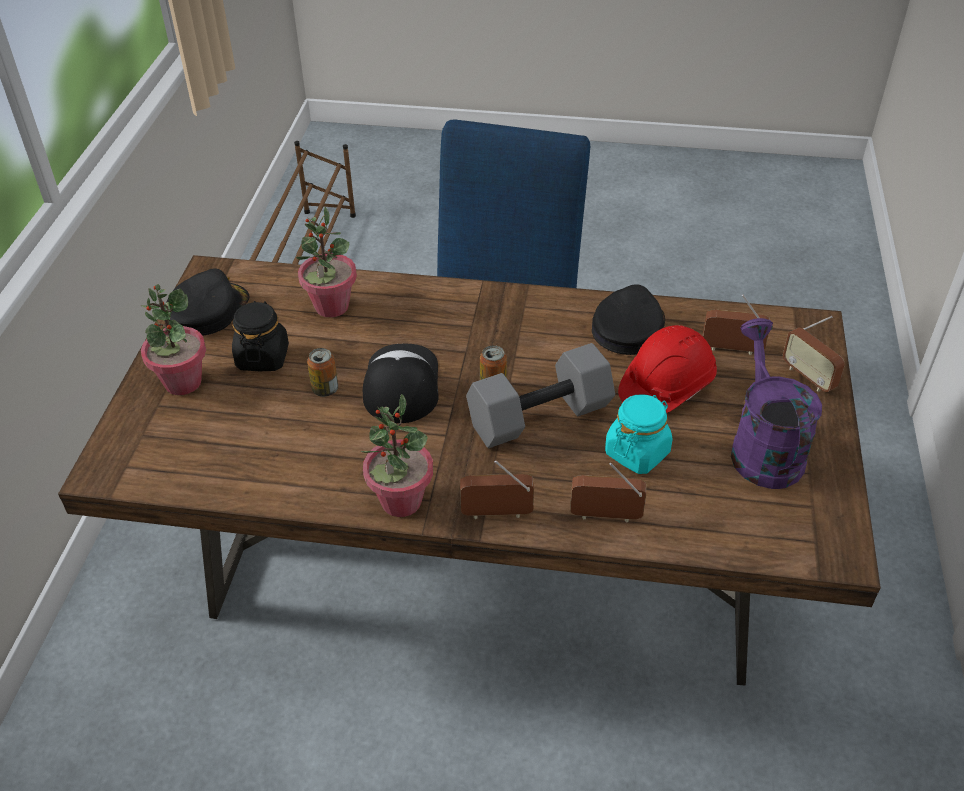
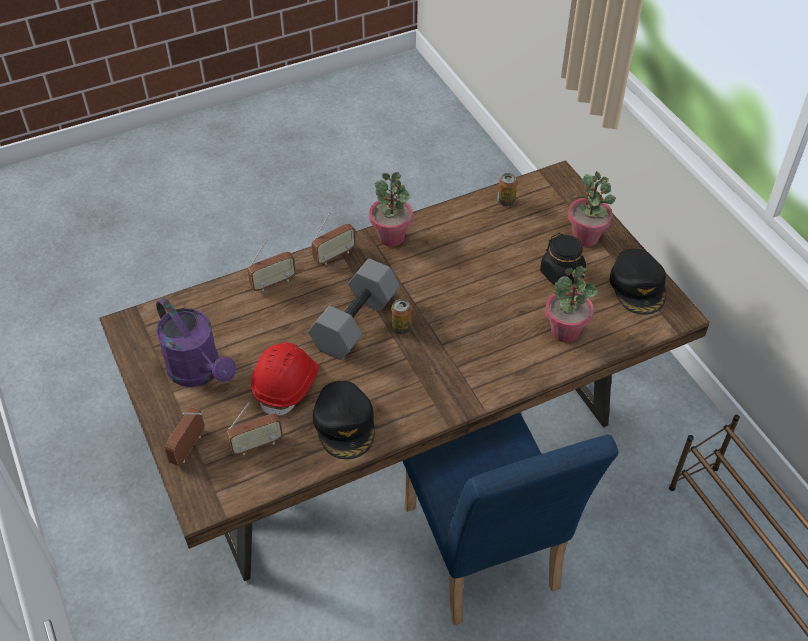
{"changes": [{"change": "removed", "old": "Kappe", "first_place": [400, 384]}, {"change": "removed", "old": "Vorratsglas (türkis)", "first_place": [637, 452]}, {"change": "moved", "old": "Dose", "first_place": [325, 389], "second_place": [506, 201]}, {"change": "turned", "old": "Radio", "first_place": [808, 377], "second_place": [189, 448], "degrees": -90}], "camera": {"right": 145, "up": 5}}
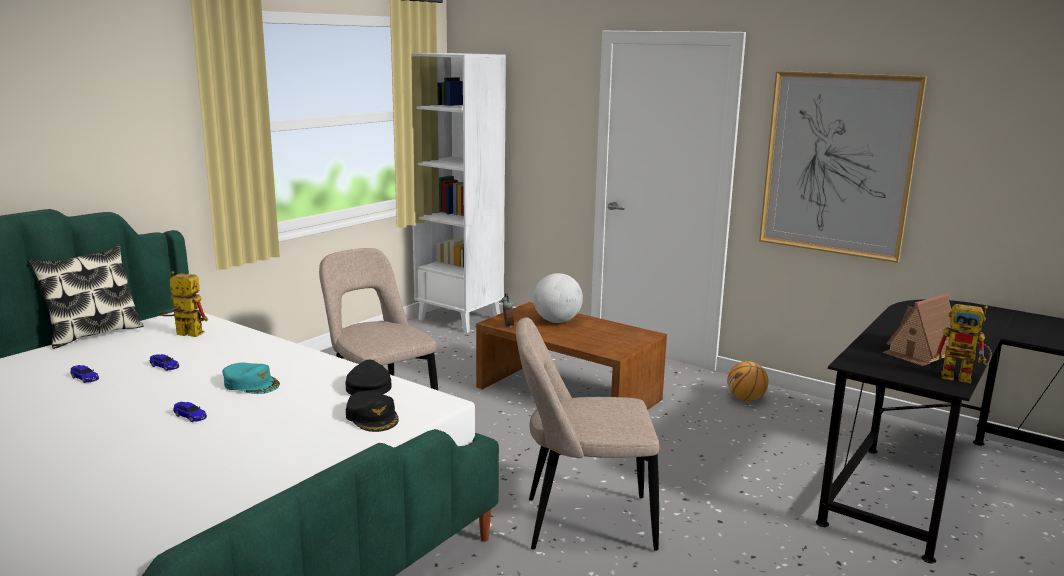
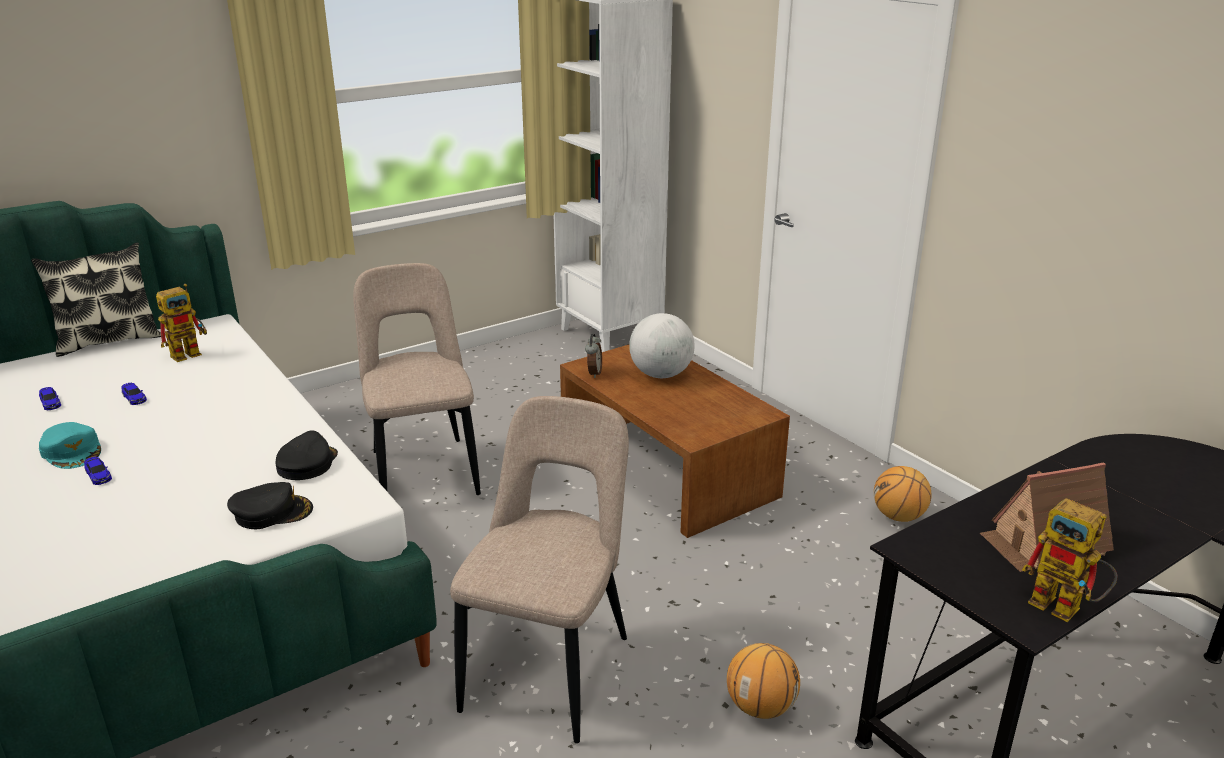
{"changes": [{"change": "removed", "old": "Bild", "first_place": [837, 164]}, {"change": "added", "new": "Basketball", "second_place": [760, 707]}, {"change": "moved", "old": "Kappe (türkis)", "first_place": [251, 384], "second_place": [72, 451]}, {"change": "turned", "old": "Spielzeugroboter", "first_place": [183, 334], "second_place": [191, 353], "degrees": 105}, {"change": "turned", "old": "Kappe (schwarz)", "first_place": [372, 417], "second_place": [272, 512], "degrees": -90}, {"change": "turned", "old": "Stuhl (beige)", "first_place": [582, 523], "second_place": [551, 667], "degrees": 90}], "camera": {"right": 20, "up": 10}}
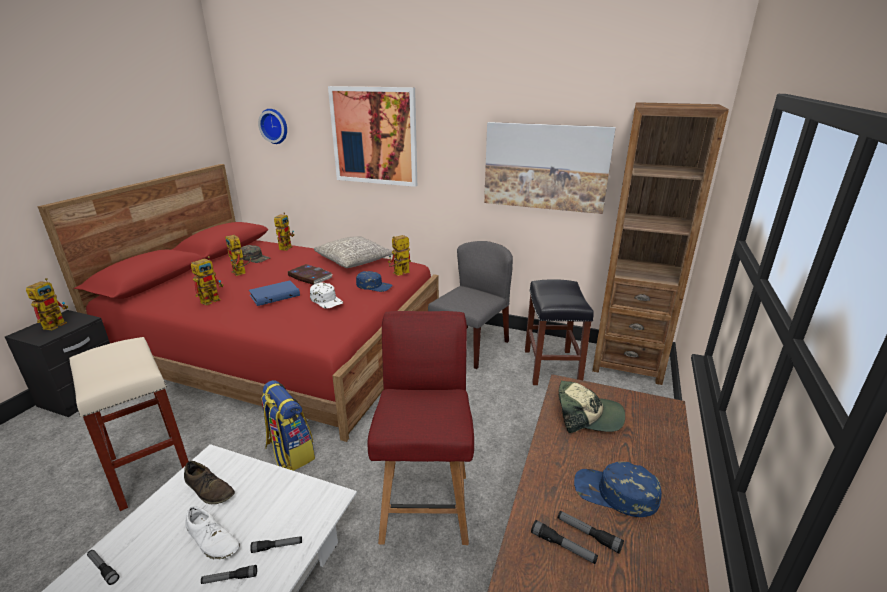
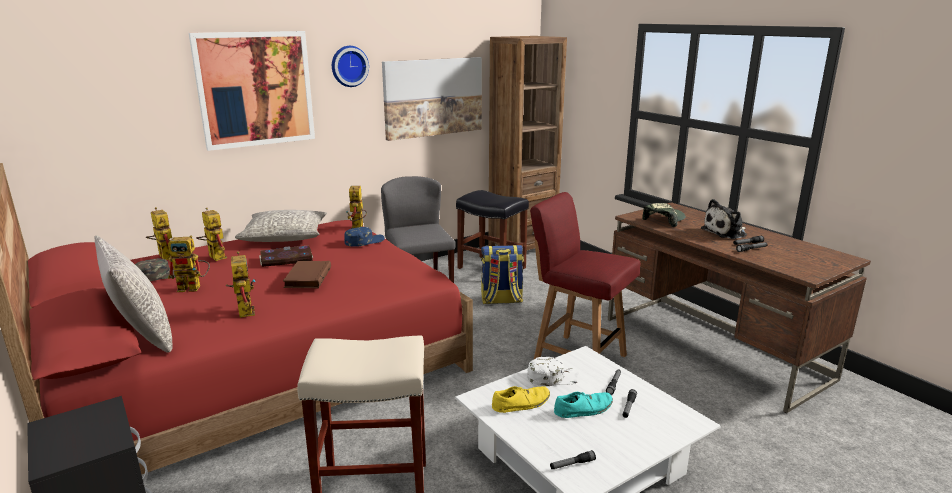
{"changes": [{"change": "added", "new": "Kissen (grau)", "second_place": [142, 335]}, {"change": "moved", "old": "Spielzeugroboter", "first_place": [57, 323], "second_place": [214, 256]}, {"change": "moved", "old": "Wanduhr", "first_place": [275, 126], "second_place": [349, 66]}, {"change": "moved", "old": "Rucksack", "first_place": [290, 452], "second_place": [501, 300]}, {"change": "moved", "old": "Kappe (weiß)", "first_place": [326, 300], "second_place": [553, 377]}, {"change": "replaced", "old": "Kappe (blau)", "new": "Plüschtier", "first_place": [615, 493], "second_place": [726, 232]}, {"change": "recoloured", "old": "Schuh (braun)", "new": "Schuh (gelb)", "first_place": [209, 489], "second_place": [521, 404]}, {"change": "recoloured", "old": "Schuh (weiß)", "new": "Schuh (türkis)", "first_place": [212, 539], "second_place": [583, 409]}, {"change": "recoloured", "old": "Buch (blau)", "new": "Buch (braun)", "first_place": [274, 295], "second_place": [307, 277]}], "camera": {"right": -55, "up": -5}}
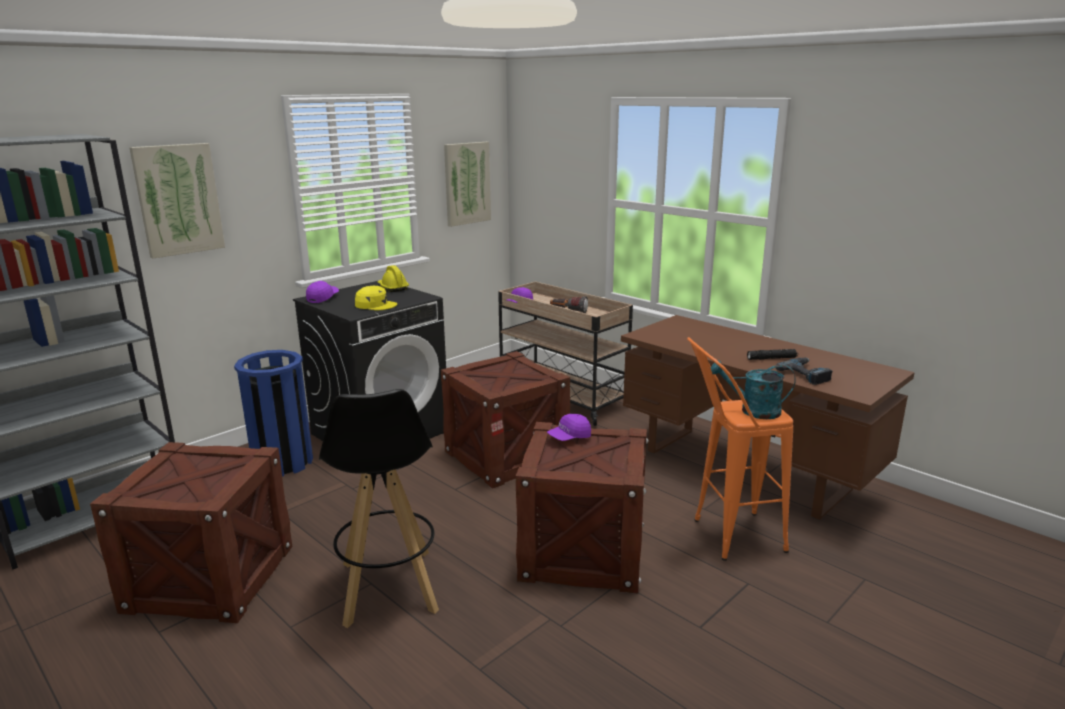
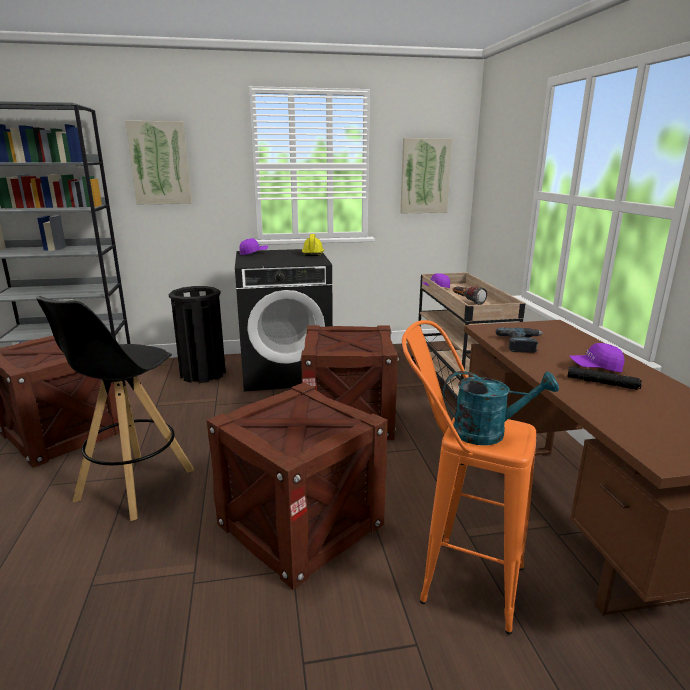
{"changes": [{"change": "removed", "old": "Kappe (gelb)", "first_place": [376, 305]}, {"change": "moved", "old": "Kappe (lila)", "first_place": [569, 437], "second_place": [595, 368]}, {"change": "moved", "old": "Bohrmaschine", "first_place": [806, 374], "second_place": [522, 344]}, {"change": "recoloured", "old": "Mülleimer (blau)", "new": "Mülleimer (schwarz)", "first_place": [283, 462], "second_place": [203, 373]}, {"change": "turned", "old": "Gießkanne (türkis)", "first_place": [752, 411], "second_place": [488, 433], "degrees": 135}], "camera": {"right": 35, "up": 0}}
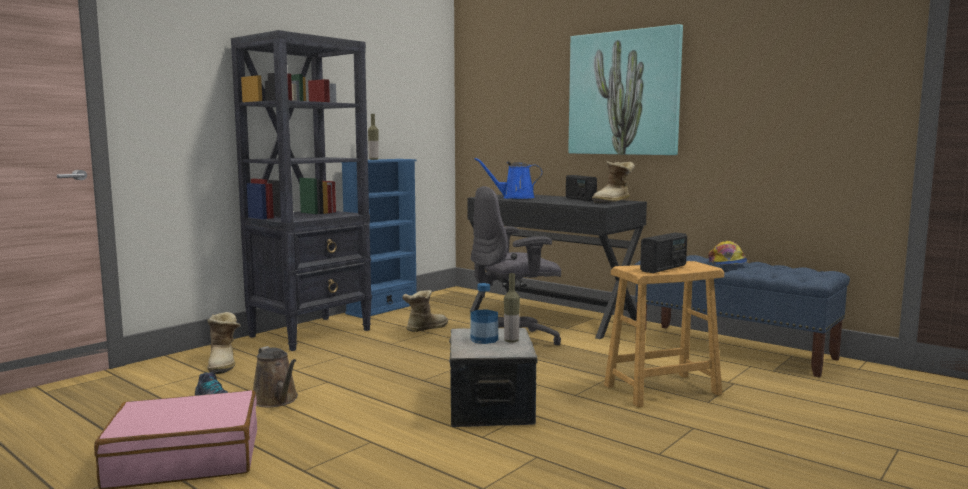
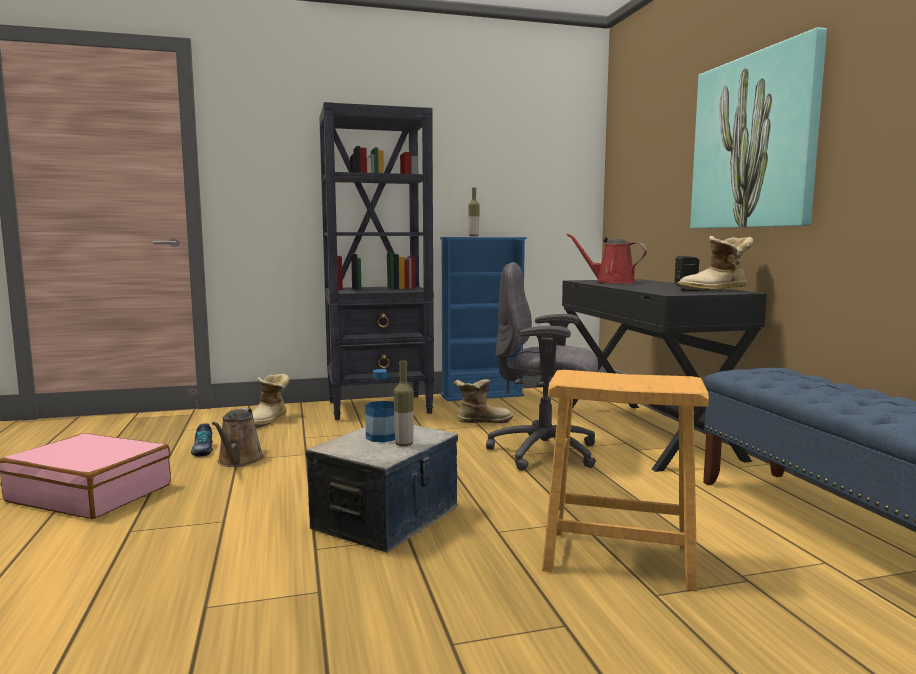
{"changes": [{"change": "removed", "old": "Radio", "first_place": [664, 268]}, {"change": "removed", "old": "Kappe", "first_place": [727, 263]}, {"change": "recoloured", "old": "Gießkanne (blau)", "new": "Gießkanne (rot)", "first_place": [515, 198], "second_place": [611, 282]}], "camera": {"right": 35, "up": 0}}
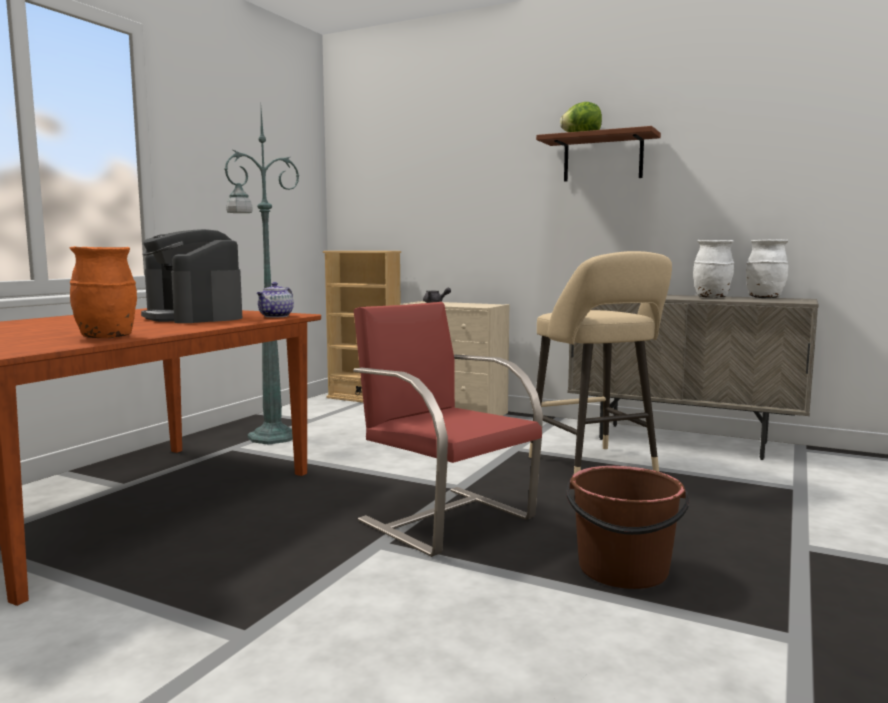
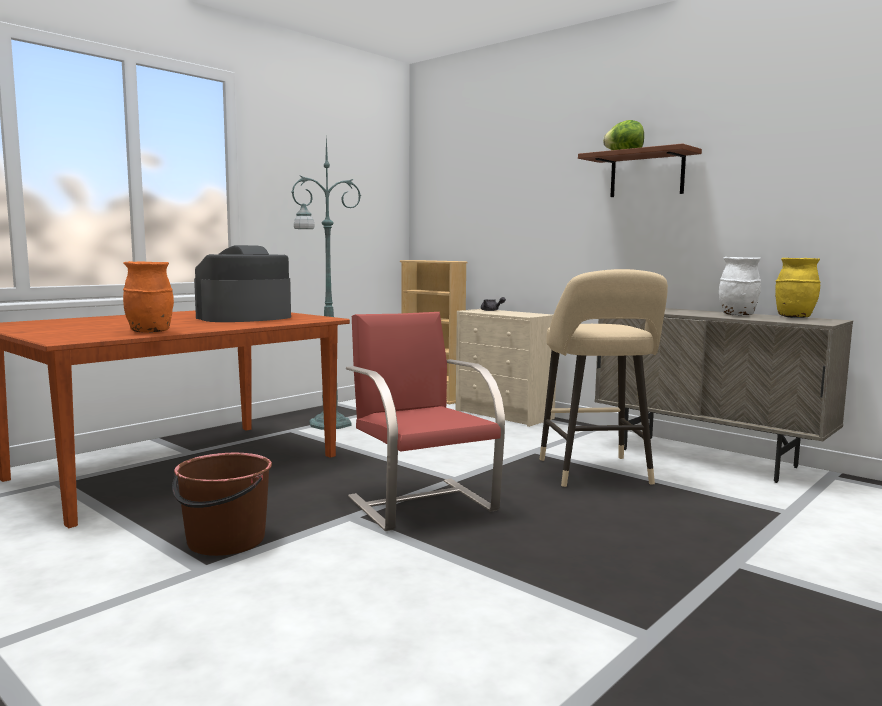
{"changes": [{"change": "removed", "old": "Teekanne", "first_place": [276, 316]}, {"change": "moved", "old": "Eimer (braun)", "first_place": [623, 570], "second_place": [225, 541]}, {"change": "recoloured", "old": "Vase (weiß)", "new": "Vase (gelb)", "first_place": [764, 298], "second_place": [794, 317]}, {"change": "turned", "old": "Kaffeemaschine", "first_place": [194, 317], "second_place": [244, 318], "degrees": 75}], "camera": {"right": 15, "up": 0}}
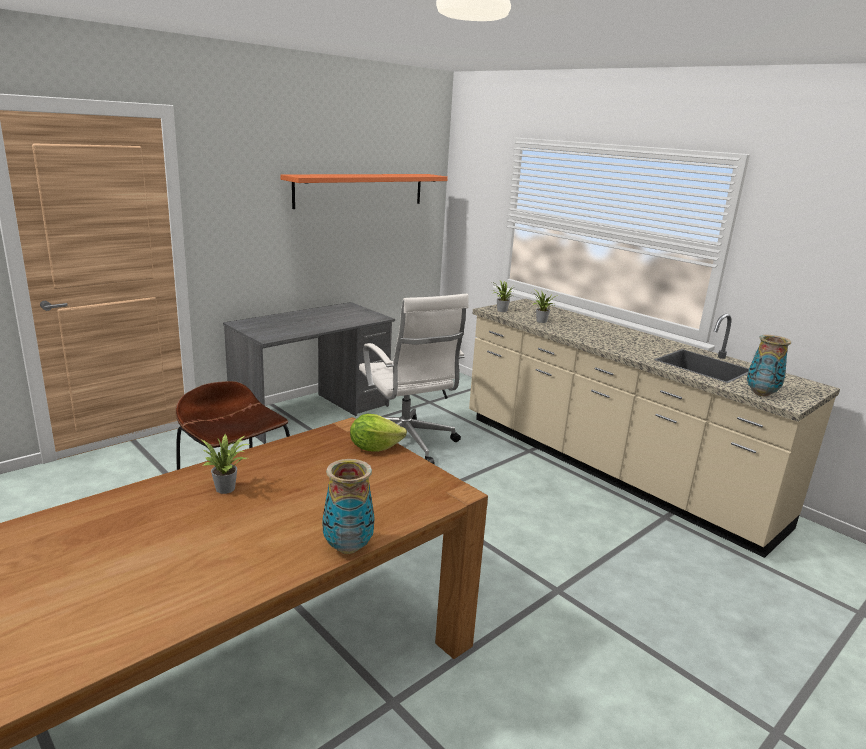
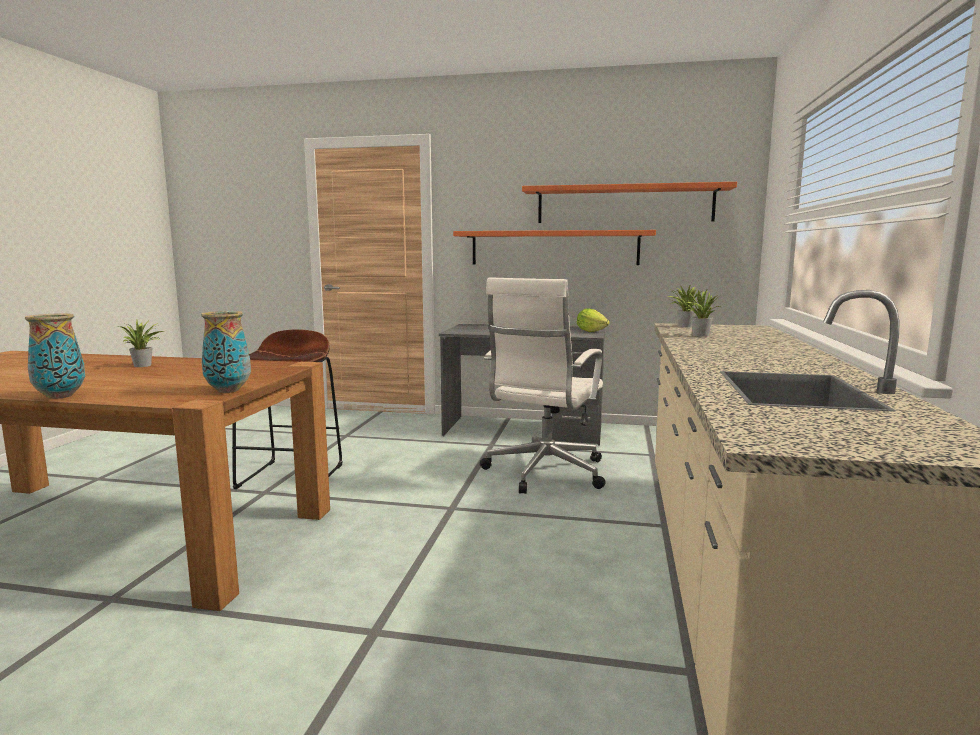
{"changes": [{"change": "added", "new": "Wandregal (orange)", "second_place": [554, 248]}, {"change": "moved", "old": "Salatkopf", "first_place": [374, 447], "second_place": [591, 331]}, {"change": "moved", "old": "Vase", "first_place": [761, 394], "second_place": [228, 390]}], "camera": {"right": 55, "up": -10}}
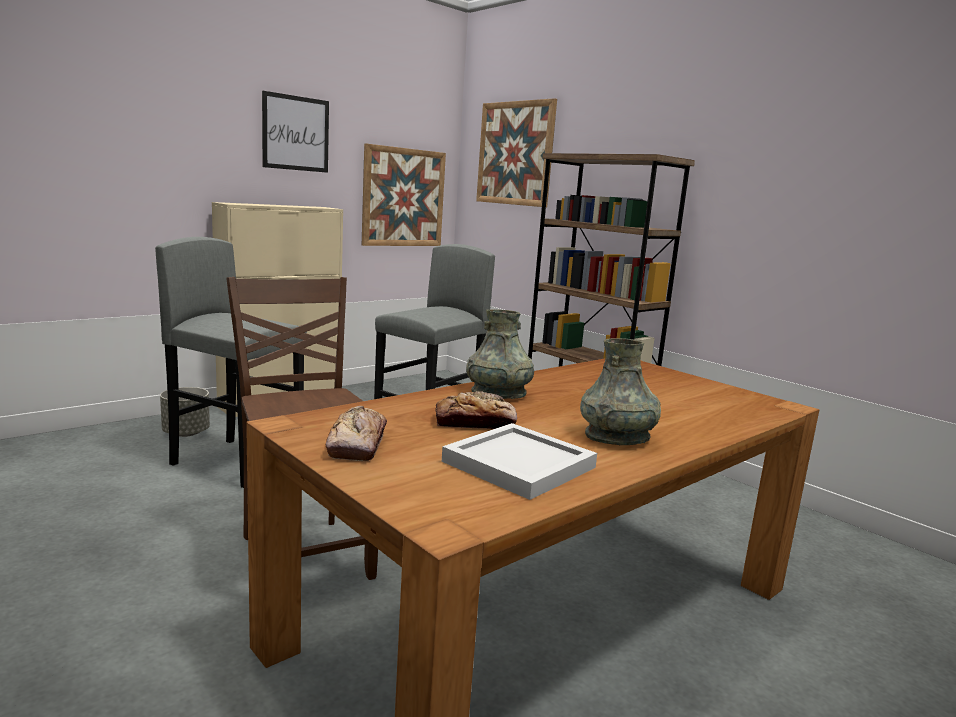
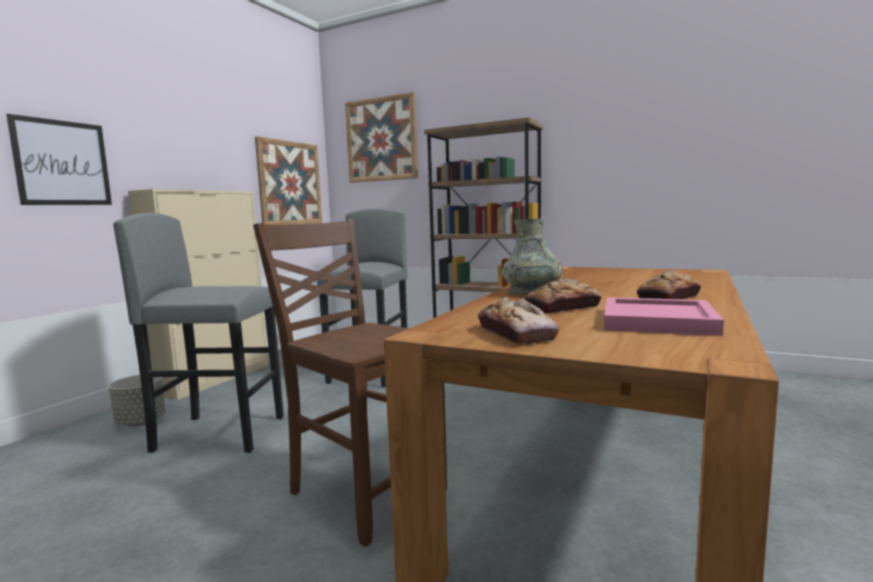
{"changes": [{"change": "moved", "old": "Bild", "first_place": [295, 133], "second_place": [62, 163]}, {"change": "replaced", "old": "Vase (grau)", "new": "Brot", "first_place": [617, 437], "second_place": [668, 298]}, {"change": "recoloured", "old": "Tablett (weiß)", "new": "Tablett (rosa)", "first_place": [516, 464], "second_place": [656, 321]}], "camera": {"right": -20, "up": -5}}
